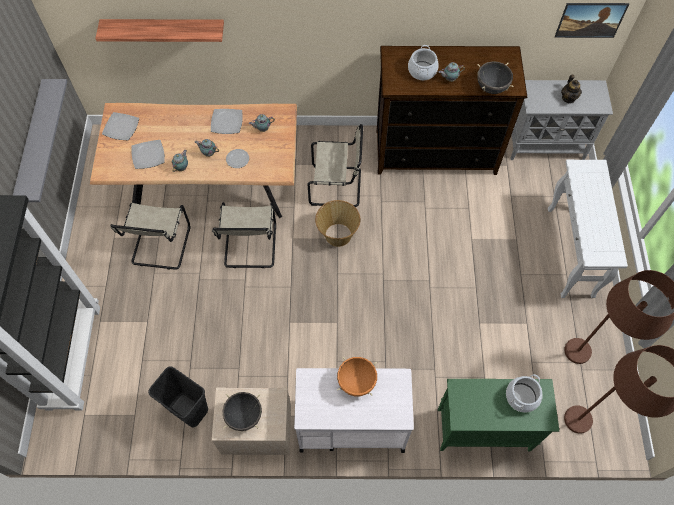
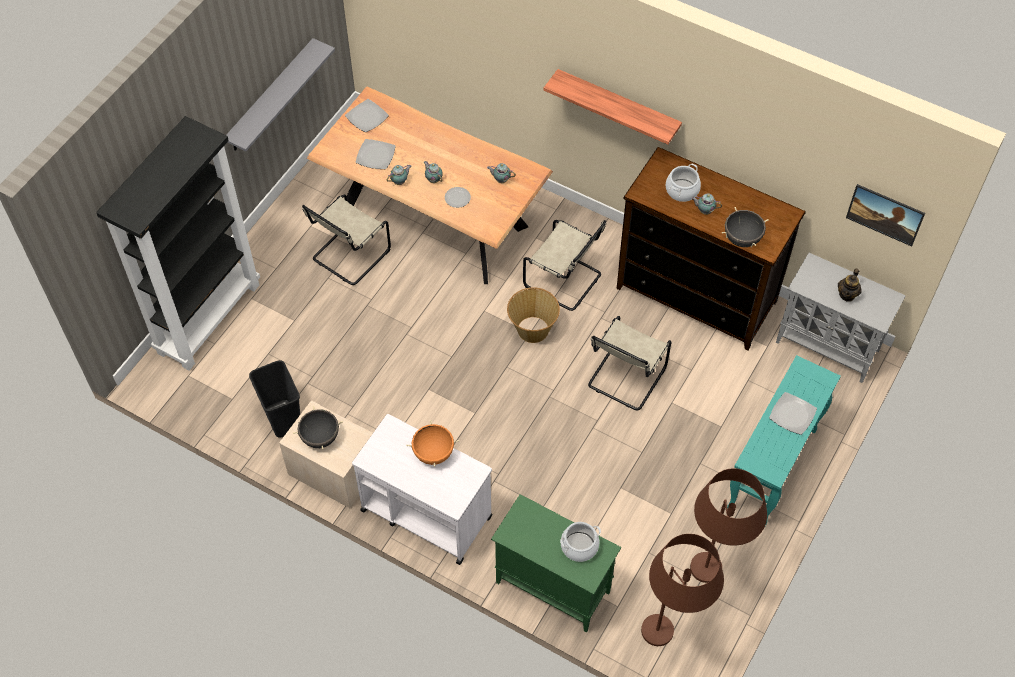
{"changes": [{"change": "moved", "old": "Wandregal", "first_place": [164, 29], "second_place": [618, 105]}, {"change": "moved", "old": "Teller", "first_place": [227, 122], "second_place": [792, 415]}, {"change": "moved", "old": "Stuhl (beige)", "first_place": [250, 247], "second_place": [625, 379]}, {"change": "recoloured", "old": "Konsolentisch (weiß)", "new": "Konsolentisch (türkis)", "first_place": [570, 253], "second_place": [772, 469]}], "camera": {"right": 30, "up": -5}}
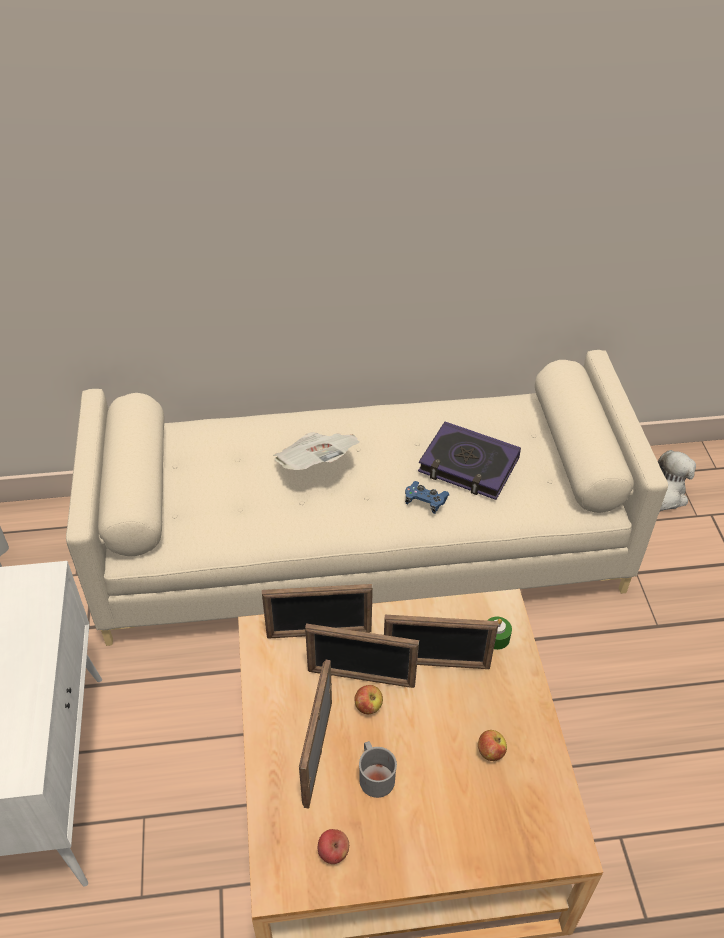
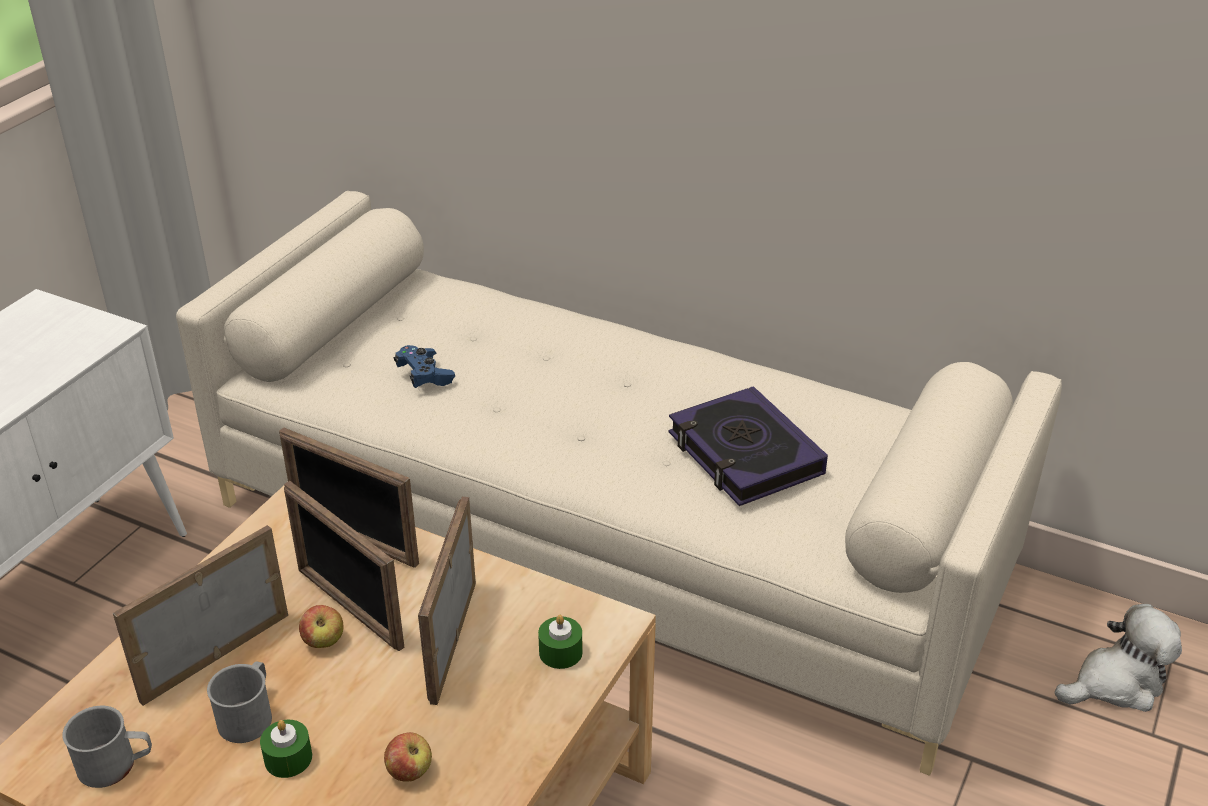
{"changes": [{"change": "removed", "old": "Zeitung", "first_place": [316, 465]}, {"change": "added", "new": "Kerze (grün)", "second_place": [288, 758]}, {"change": "moved", "old": "Gamepad (blau)", "first_place": [425, 501], "second_place": [424, 375]}, {"change": "replaced", "old": "Apfel", "new": "Henkelbecher (grau)", "first_place": [333, 852], "second_place": [116, 765]}, {"change": "turned", "old": "Bilderrahmen", "first_place": [436, 664], "second_place": [452, 640], "degrees": 60}], "camera": {"right": 35, "up": -10}}
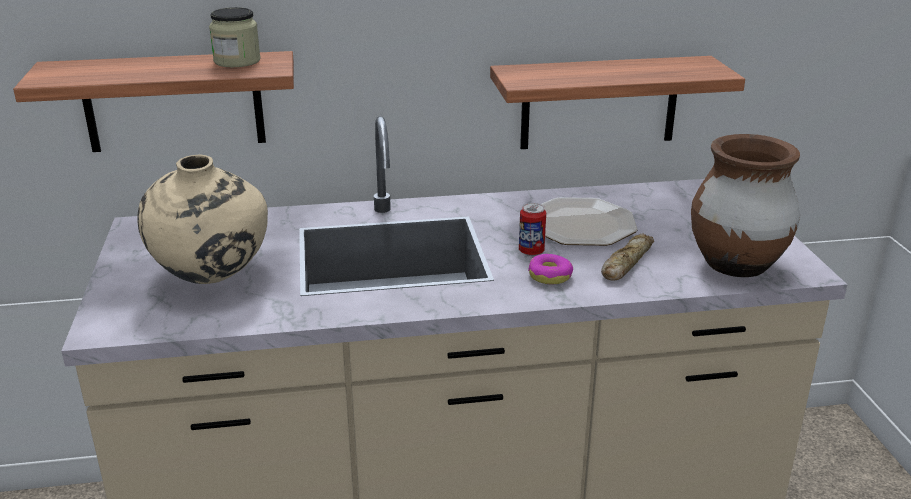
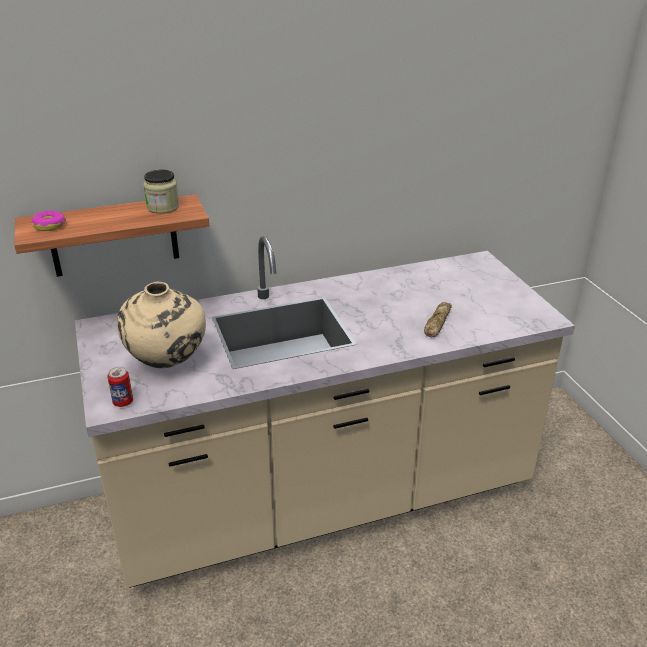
{"changes": [{"change": "removed", "old": "Wandregal", "first_place": [599, 103]}, {"change": "removed", "old": "Teller", "first_place": [582, 225]}, {"change": "removed", "old": "Vase (braun)", "first_place": [735, 265]}, {"change": "moved", "old": "Dose", "first_place": [531, 251], "second_place": [123, 402]}, {"change": "moved", "old": "Donut", "first_place": [550, 276], "second_place": [49, 226]}], "camera": {"right": -10, "up": 5}}
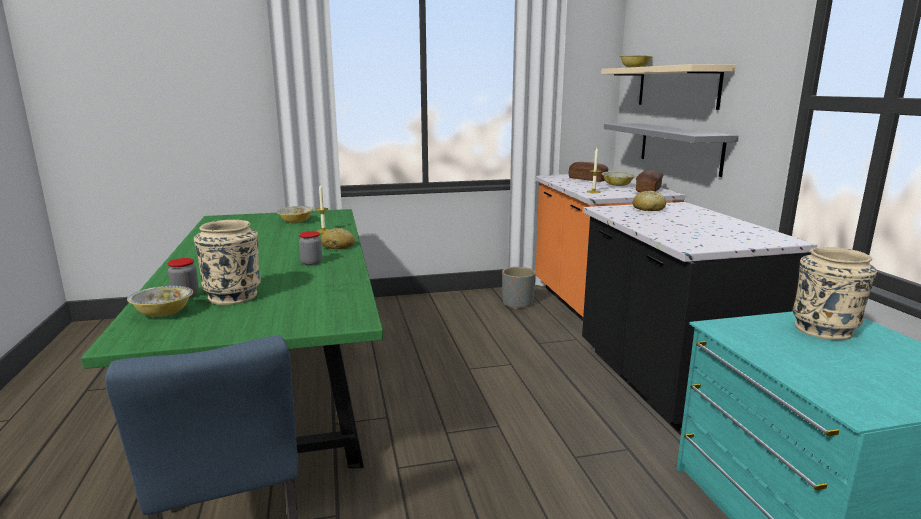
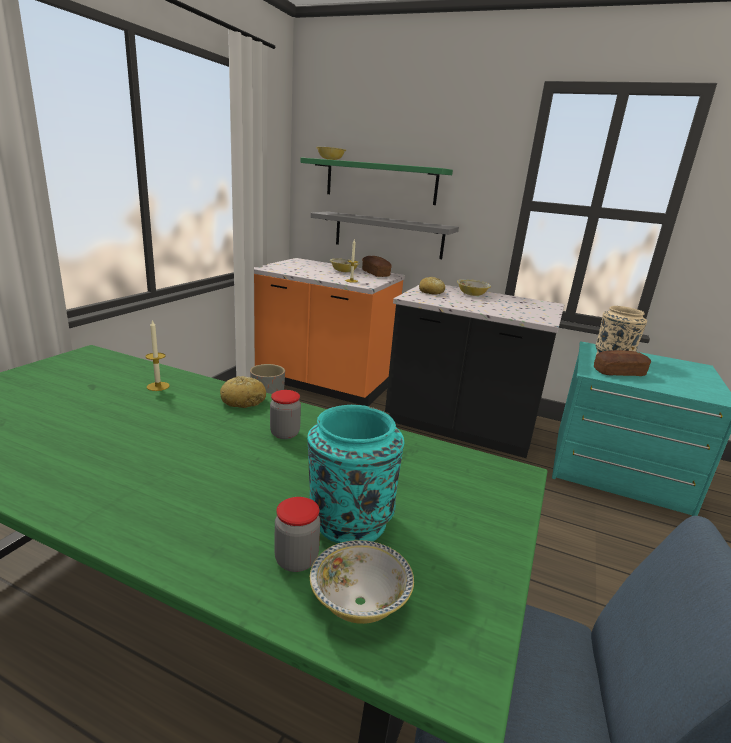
{"changes": [{"change": "moved", "old": "Schüssel", "first_place": [296, 222], "second_place": [472, 294]}, {"change": "moved", "old": "Brot", "first_place": [587, 179], "second_place": [619, 373]}, {"change": "recoloured", "old": "Vase (beige)", "new": "Vase (türkis)", "first_place": [233, 296], "second_place": [349, 520]}, {"change": "recoloured", "old": "Wandregal (beige)", "new": "Wandregal (grün)", "first_place": [677, 87], "second_place": [380, 182]}], "camera": {"right": -55, "up": 5}}
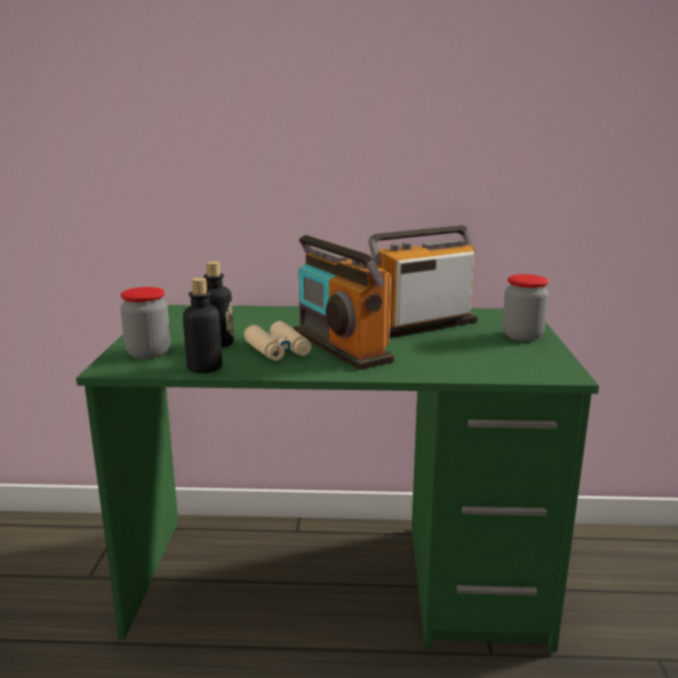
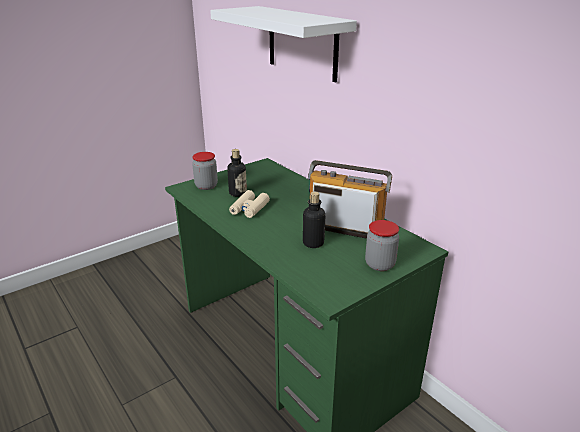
{"changes": [{"change": "removed", "old": "Radio", "first_place": [340, 346]}, {"change": "added", "new": "Wandregal (weiß)", "second_place": [302, 43]}, {"change": "moved", "old": "Flasche", "first_place": [204, 368], "second_place": [313, 243]}], "camera": {"right": 50, "up": 10}}
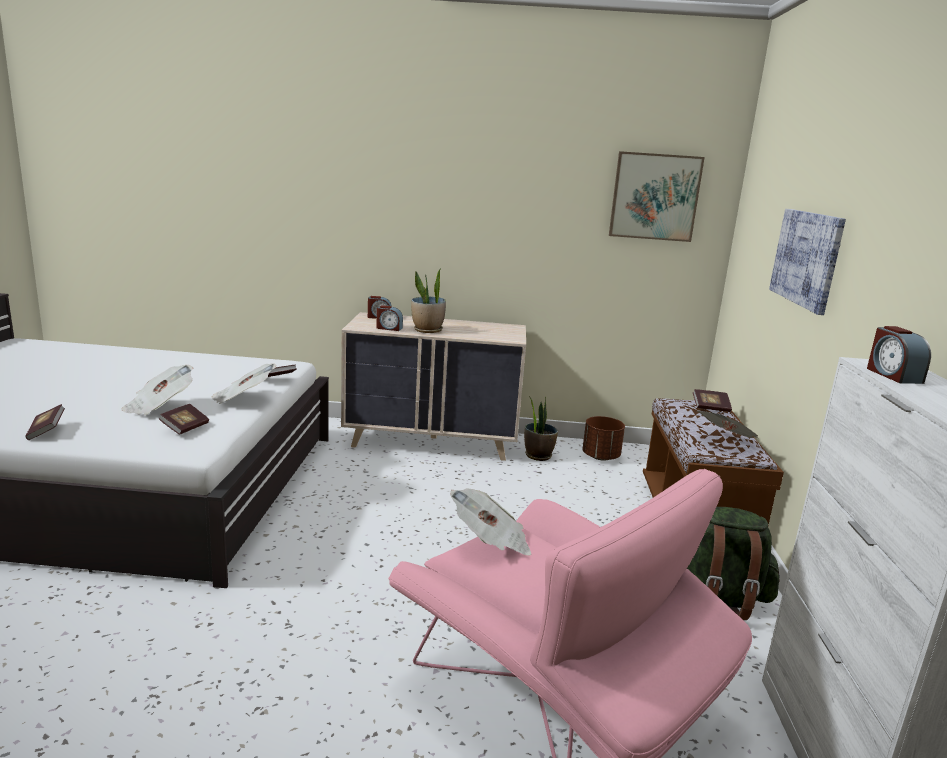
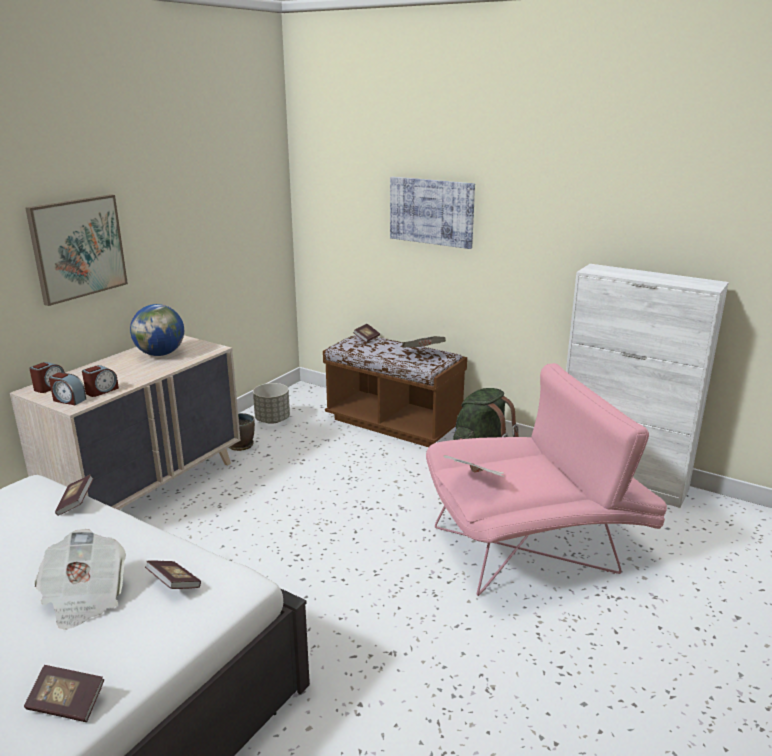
{"changes": [{"change": "removed", "old": "Zeitung", "first_place": [243, 399]}, {"change": "removed", "old": "Topfpflanze", "first_place": [427, 330]}, {"change": "added", "new": "Globus", "second_place": [160, 354]}, {"change": "moved", "old": "Bild", "first_place": [654, 197], "second_place": [78, 248]}, {"change": "moved", "old": "Wecker", "first_place": [892, 375], "second_place": [68, 400]}, {"change": "recoloured", "old": "Pflanzkübel (braun)", "new": "Pflanzkübel (grau)", "first_place": [600, 457], "second_place": [272, 420]}], "camera": {"right": -60, "up": 5}}
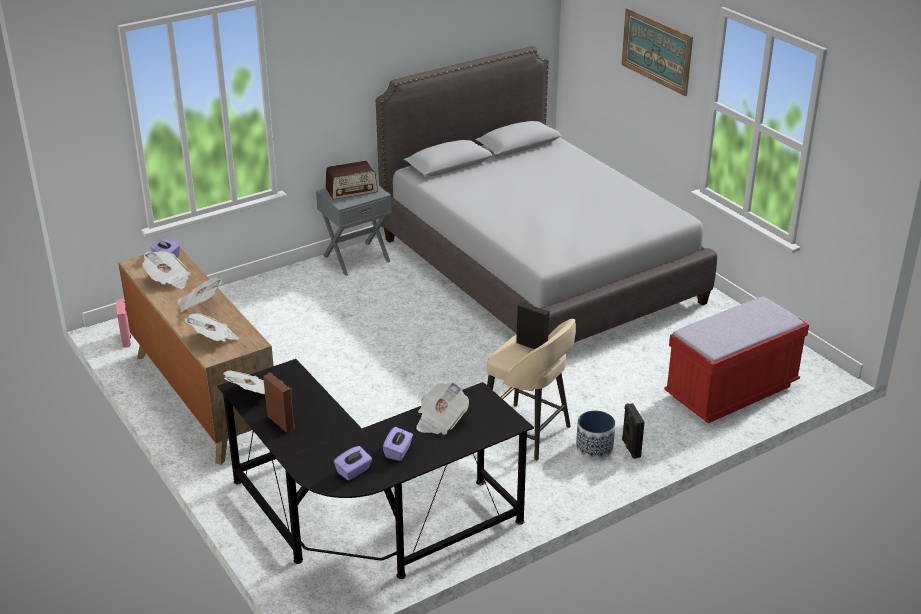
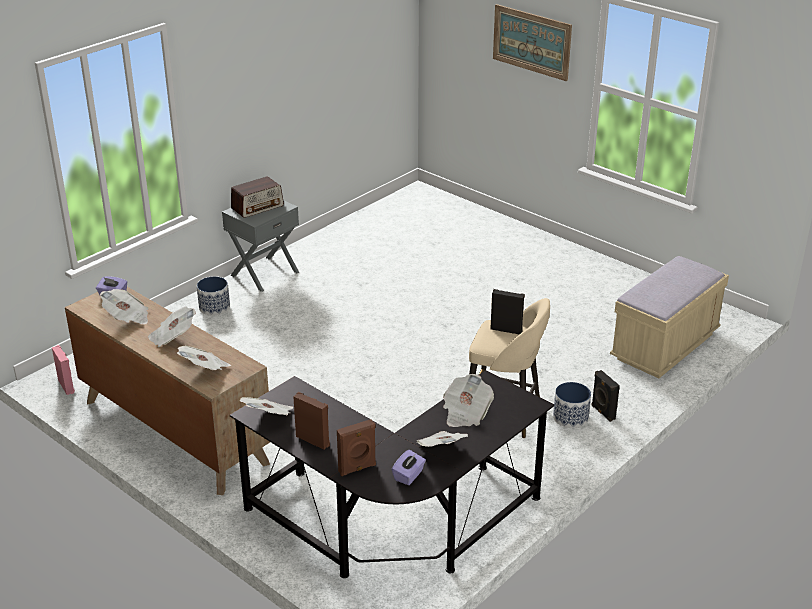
{"changes": [{"change": "removed", "old": "Bett (grau)", "first_place": [539, 269]}, {"change": "added", "new": "Pflanzkübel", "second_place": [214, 307]}, {"change": "added", "new": "Lautsprecher (braun)", "second_place": [357, 469]}, {"change": "replaced", "old": "Taschentuchbox (lila)", "new": "Zeitung", "first_place": [398, 452], "second_place": [441, 449]}, {"change": "recoloured", "old": "Bank (rot)", "new": "Bank (beige)", "first_place": [731, 391], "second_place": [665, 346]}], "camera": {"right": -15, "up": 0}}
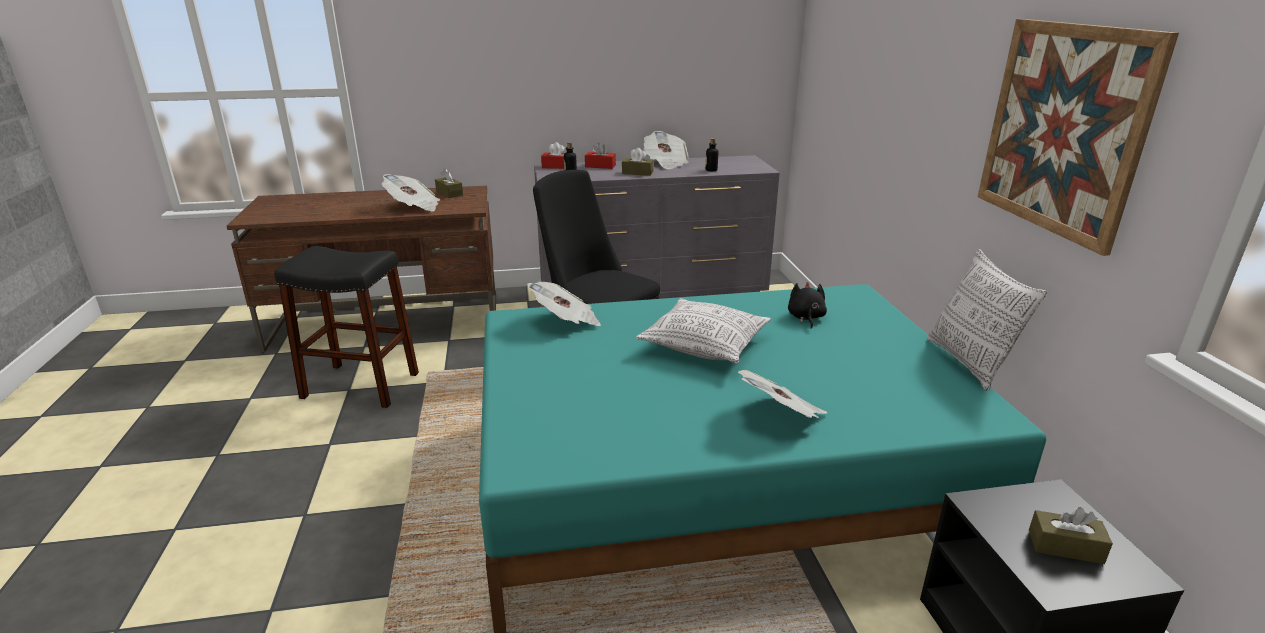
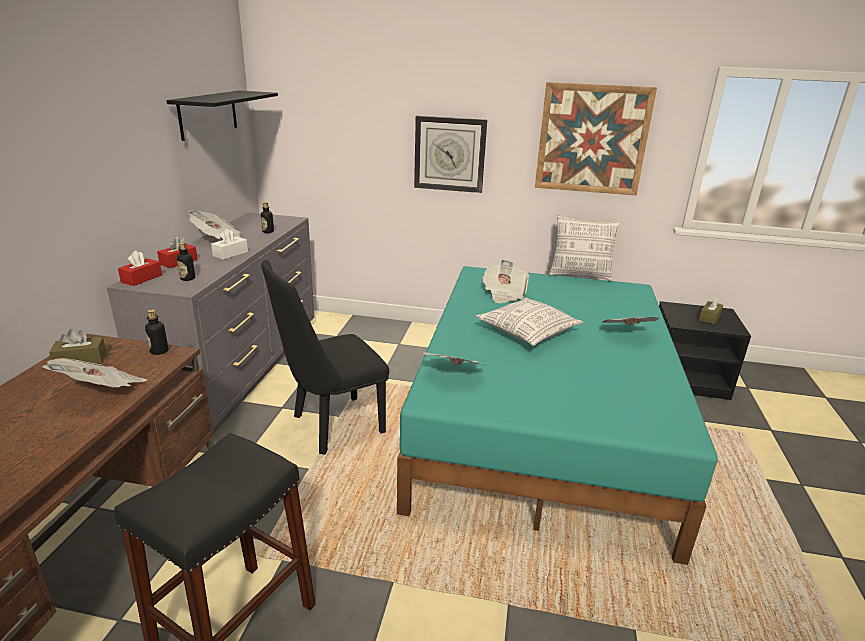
{"changes": [{"change": "added", "new": "Flasche", "second_place": [159, 351]}, {"change": "added", "new": "Wandregal (schwarz)", "second_place": [208, 114]}, {"change": "added", "new": "Wanduhr", "second_place": [449, 154]}, {"change": "replaced", "old": "Plüschtier (schwarz)", "new": "Zeitung", "first_place": [805, 318], "second_place": [504, 294]}, {"change": "recoloured", "old": "Taschentuchbox (braun)", "new": "Taschentuchbox (weiß)", "first_place": [637, 173], "second_place": [230, 254]}], "camera": {"right": -70, "up": 0}}
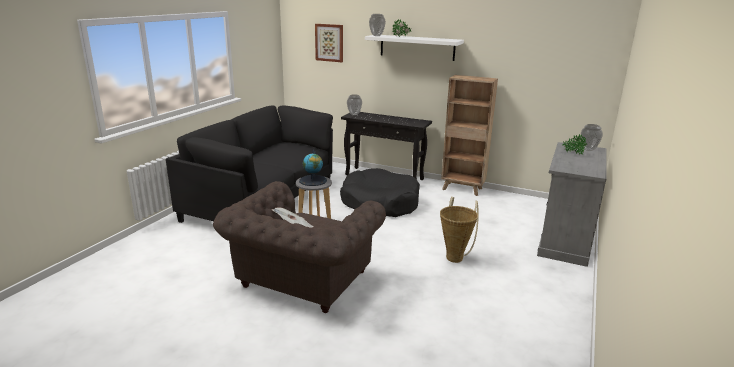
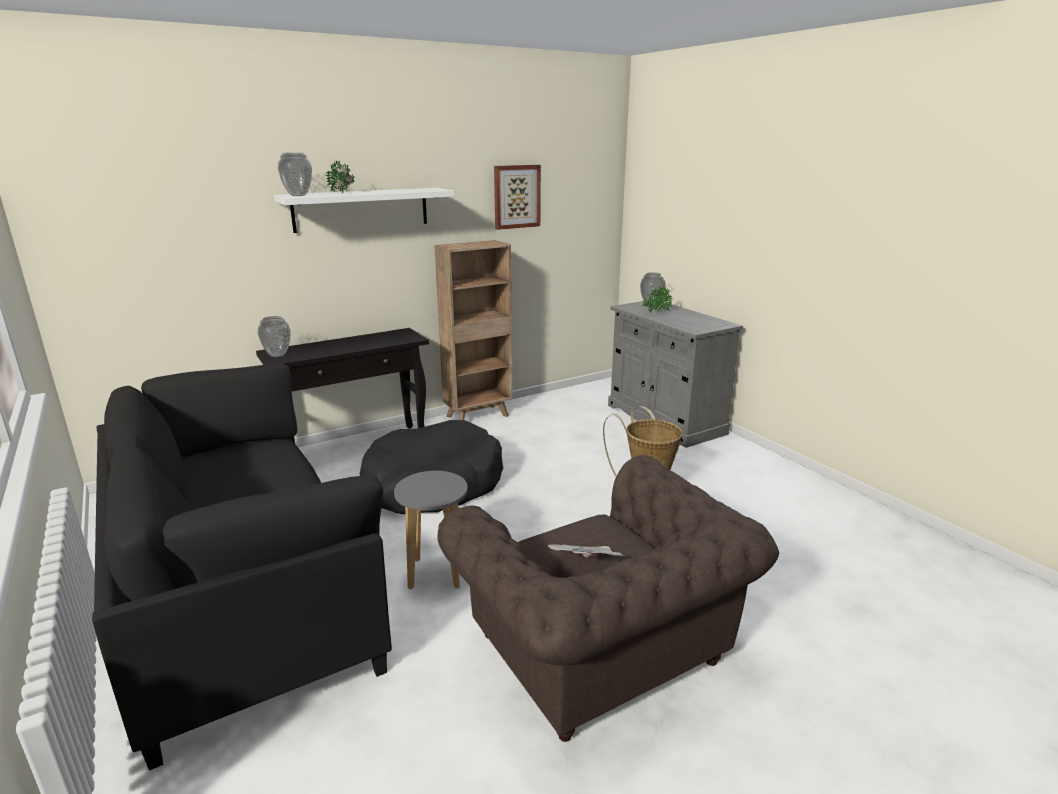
{"changes": [{"change": "removed", "old": "Globus", "first_place": [313, 180]}, {"change": "moved", "old": "Bild", "first_place": [329, 42], "second_place": [516, 196]}], "camera": {"right": -55, "up": 0}}
